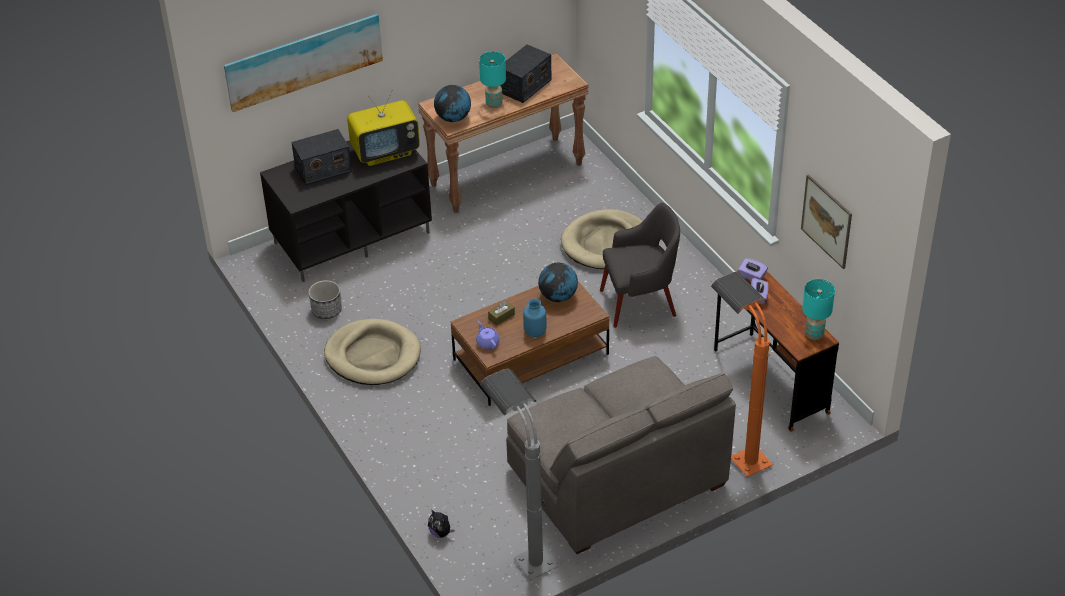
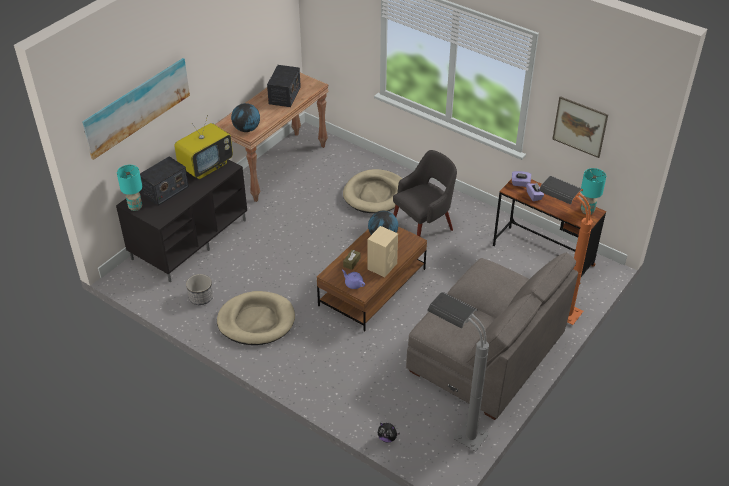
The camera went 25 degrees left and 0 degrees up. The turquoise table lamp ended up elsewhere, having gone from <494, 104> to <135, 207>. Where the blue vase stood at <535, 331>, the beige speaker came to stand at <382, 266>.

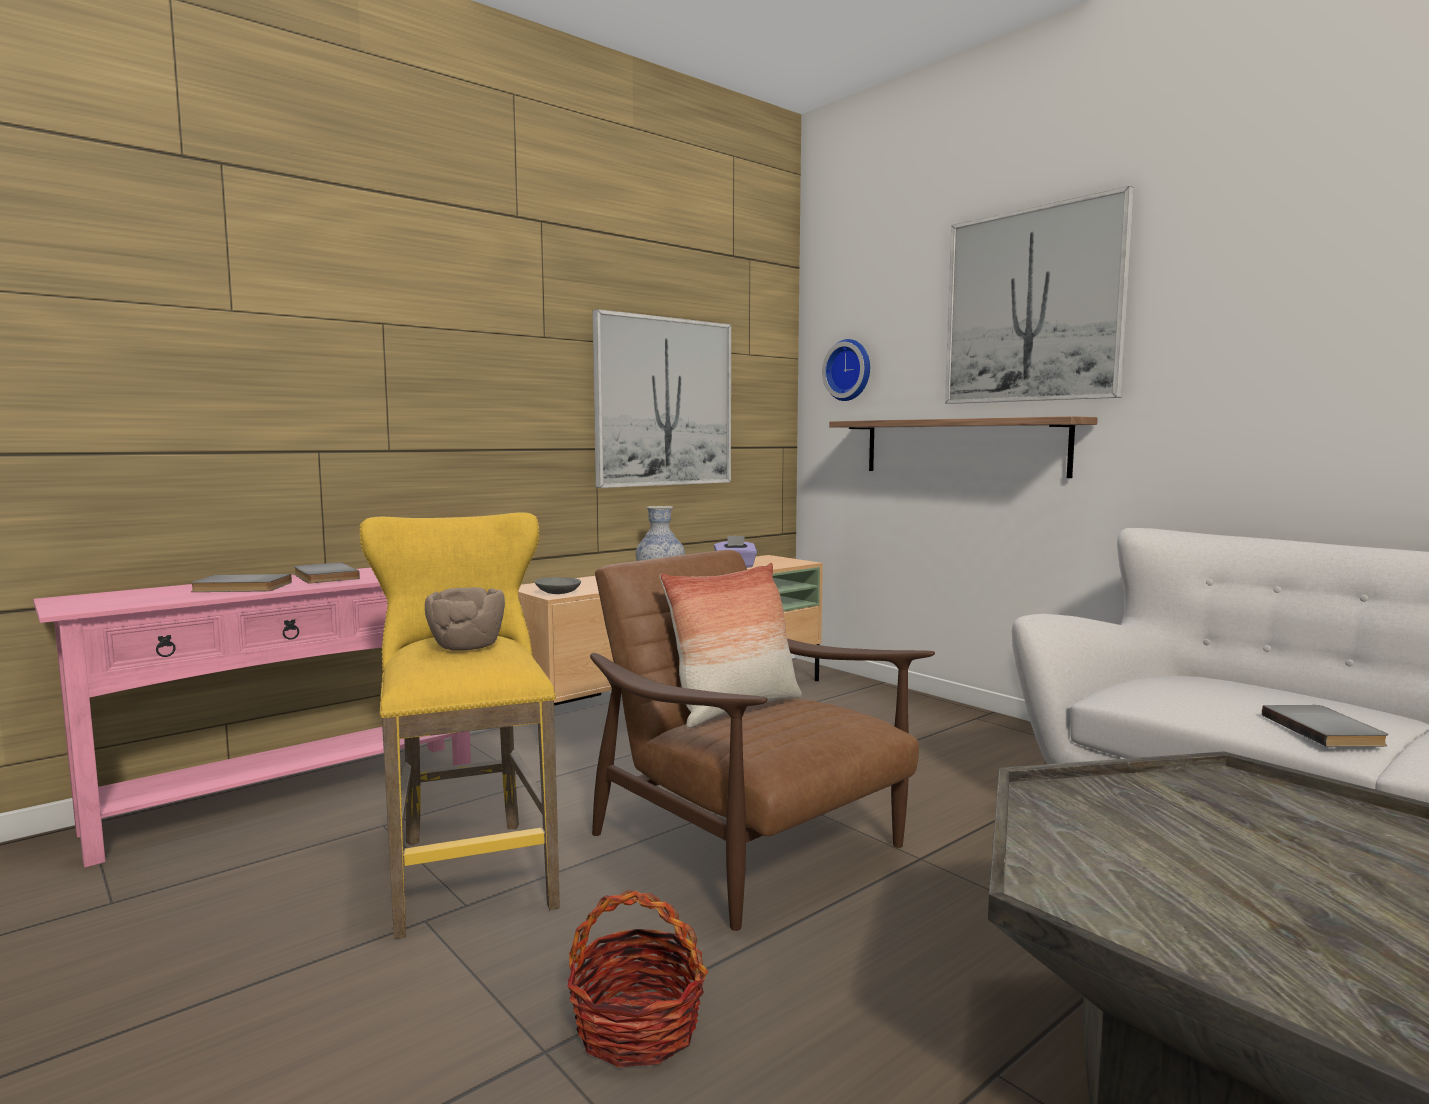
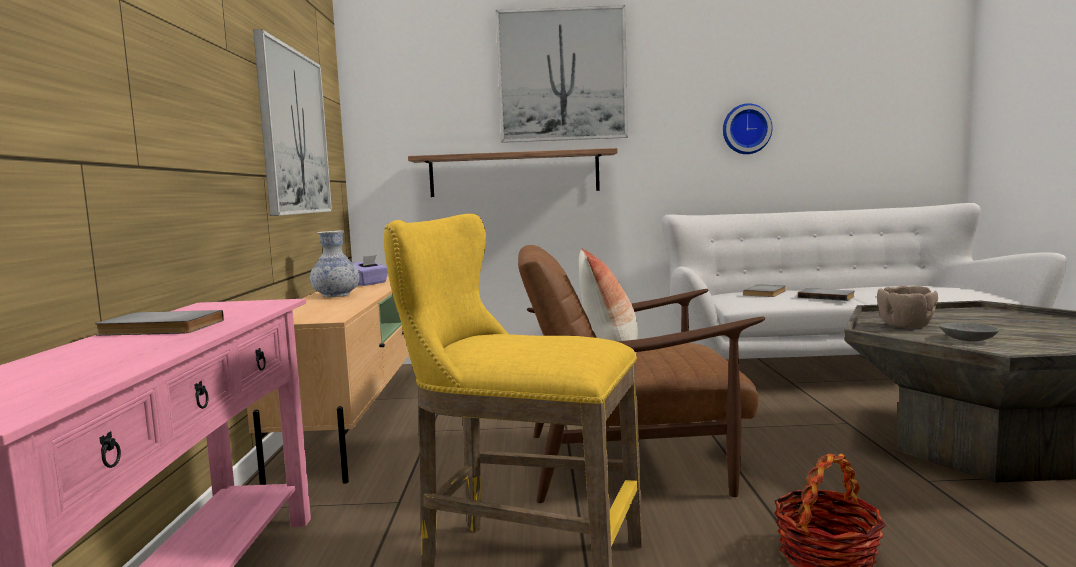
The camera went 50 degrees left and 0 degrees up. The grey book ended up elsewhere, having gone from <241, 587> to <766, 293>. The brown bowl ended up elsewhere, having gone from <467, 646> to <904, 326>. The grey bowl ended up elsewhere, having gone from <558, 592> to <968, 339>. The wall clock ended up elsewhere, having gone from <849, 370> to <746, 129>.

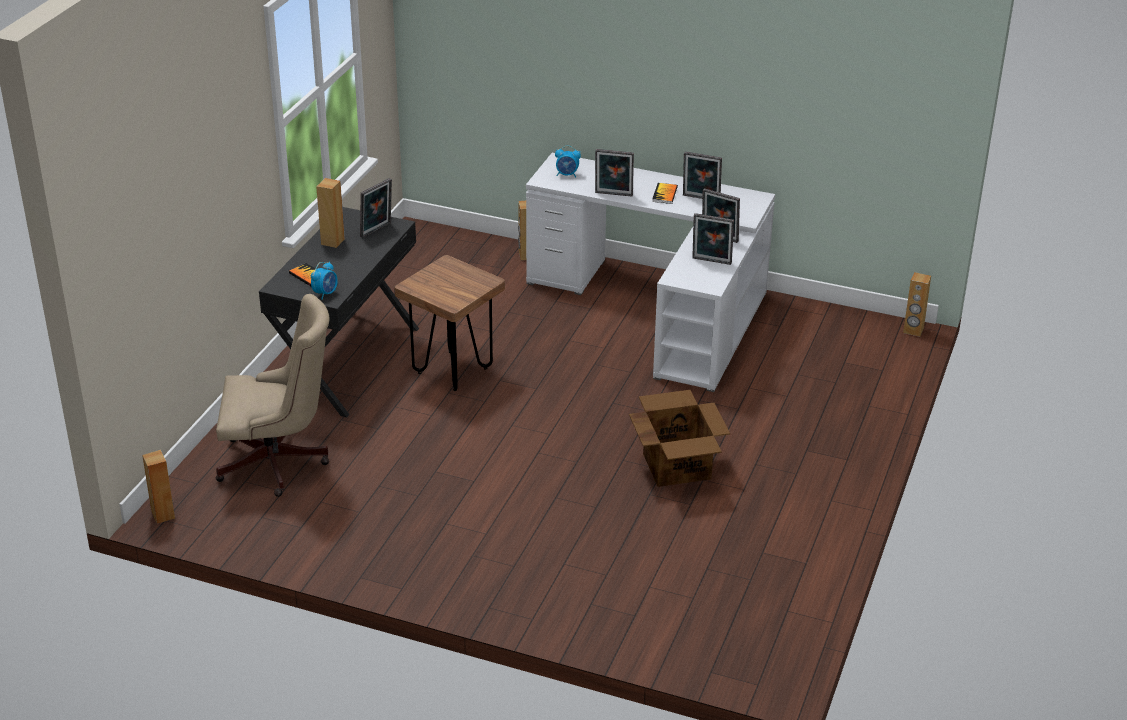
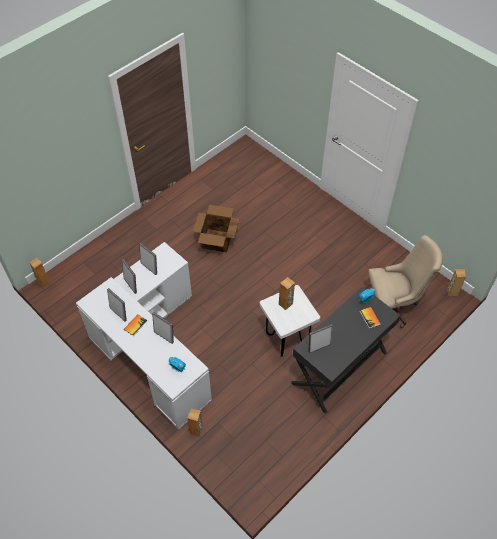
The camera went 155 degrees left and 20 degrees up. The beige office chair at <279, 463> ended up facing another way, 150 degrees clockwise from before. The brown speaker ended up elsewhere, having gone from <332, 241> to <285, 304>. What was the brown stool at <452, 371> turned into the white stool at <287, 339>.

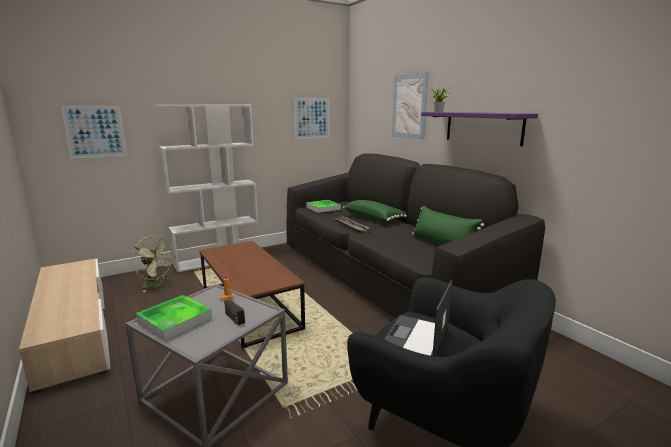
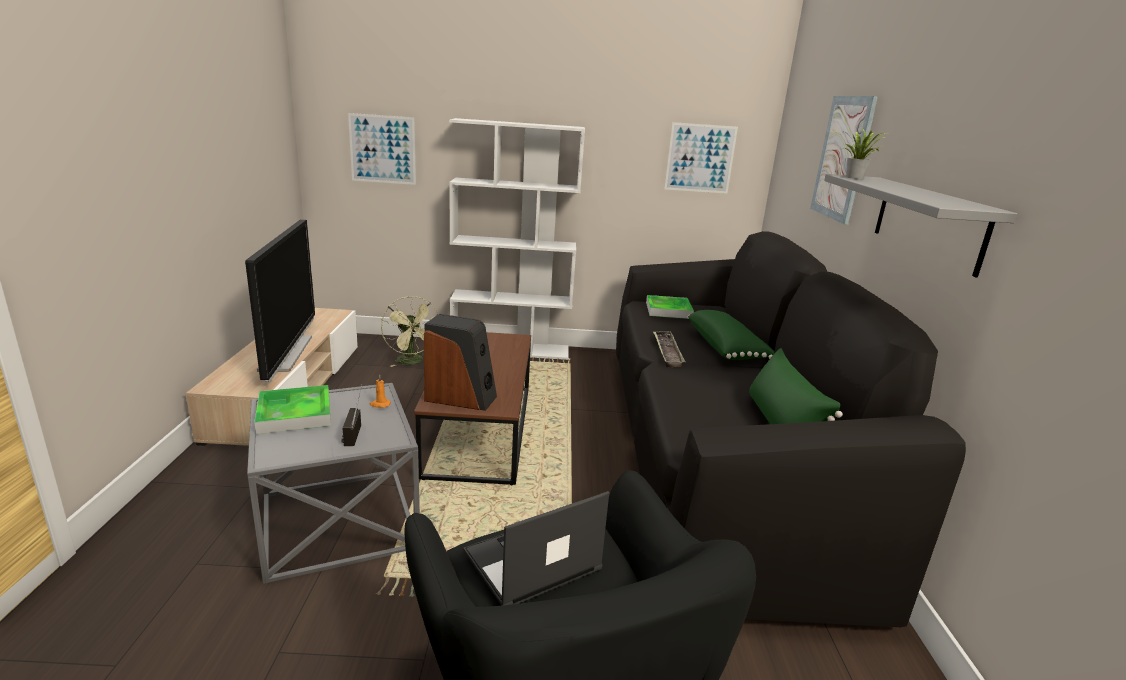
The camera went 30 degrees right and 5 degrees up. What was the purple shelf at <483, 127> turned into the grey shelf at <928, 222>. The second view gained the television at <287, 353>. The second view gained the speaker at <461, 398>.

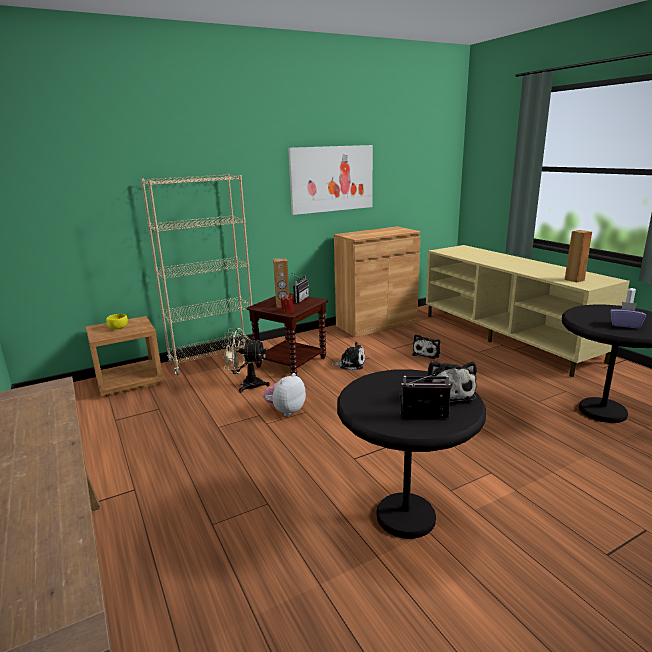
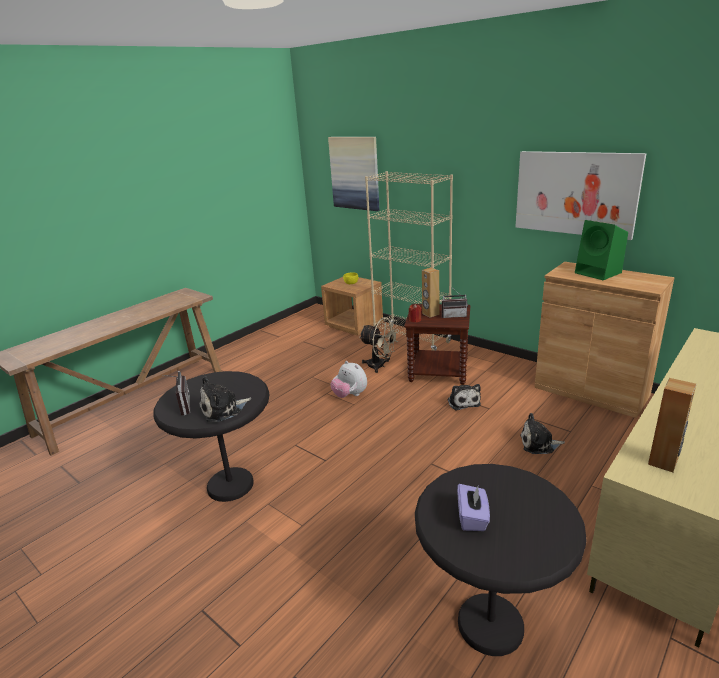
The camera went 70 degrees right and 5 degrees up. The beige fan at <246, 385> ended up facing another way, 135 degrees clockwise from before. The plush toy at <286, 411> ended up facing another way, 150 degrees counterclockwise from before. The second view gained the picture at <355, 173>. The second view gained the green speaker at <599, 273>.

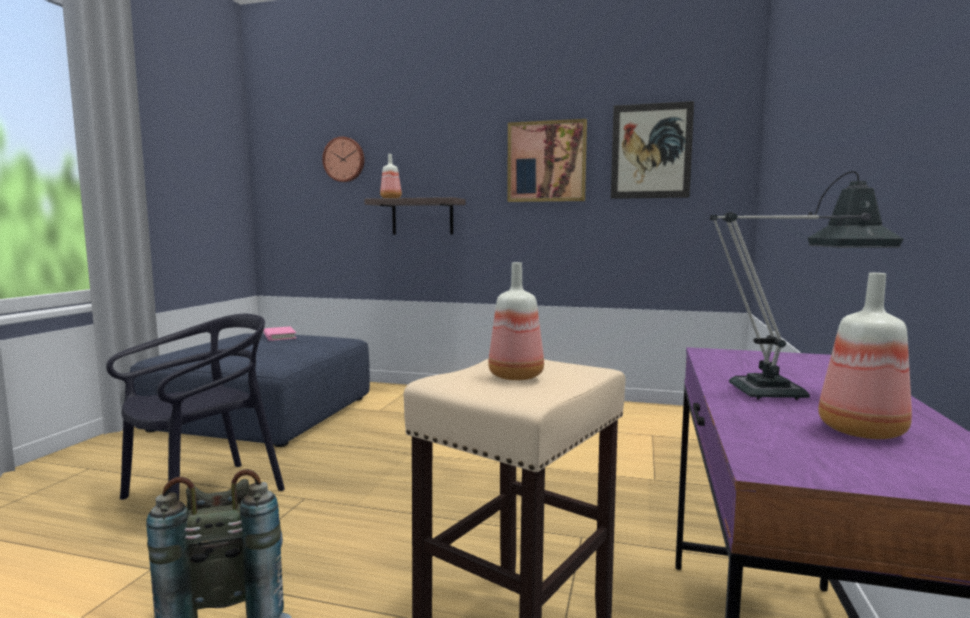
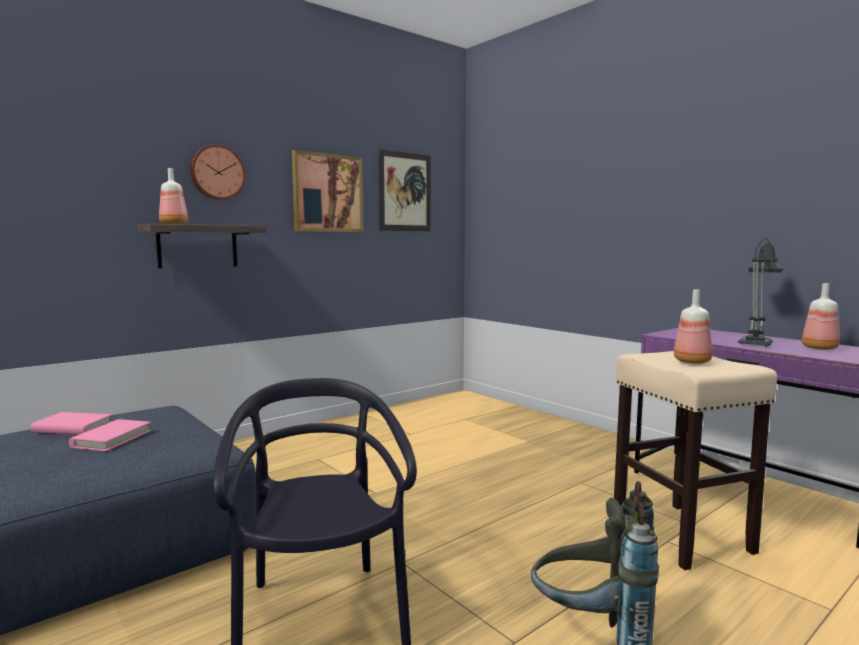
The camera went 55 degrees left and 0 degrees up. The wall clock ended up elsewhere, having gone from <344, 159> to <217, 172>. The second view gained the pink book at <112, 439>.

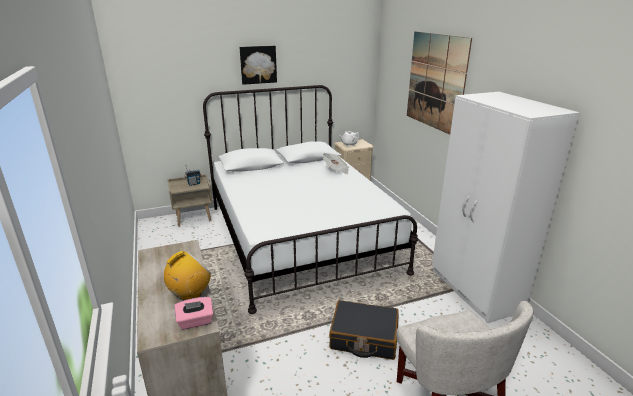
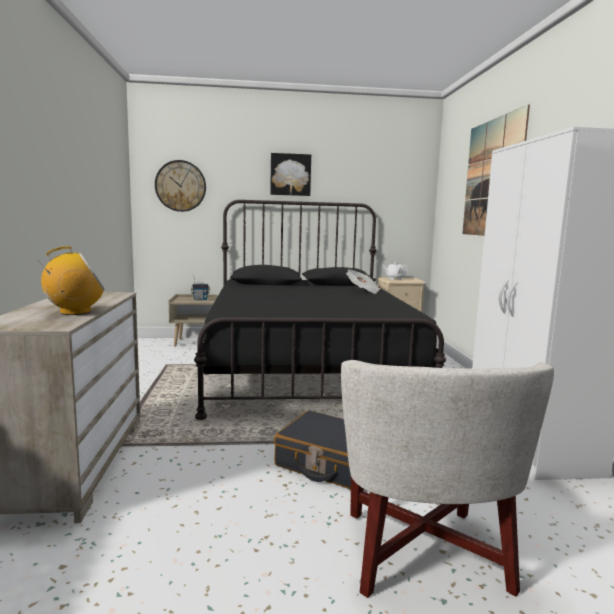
The camera went 15 degrees right and 15 degrees down. The second view lost the pink tissue box at <195, 322>. What was the white bed at <300, 237> turned into the black bed at <306, 368>. The second view gained the wall clock at <180, 186>.

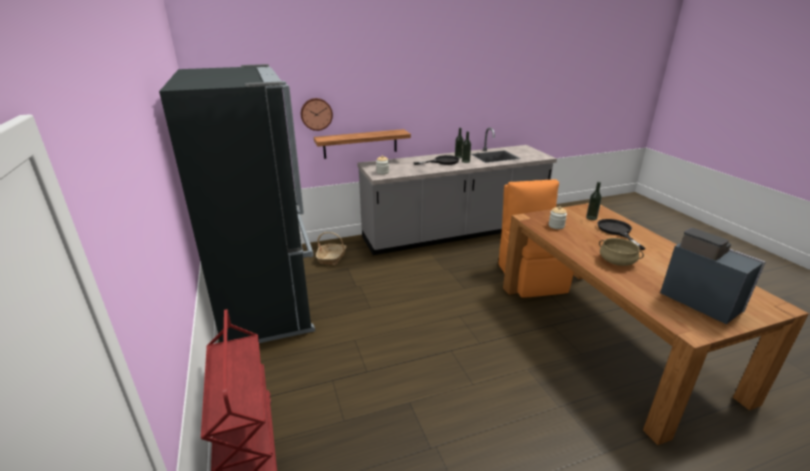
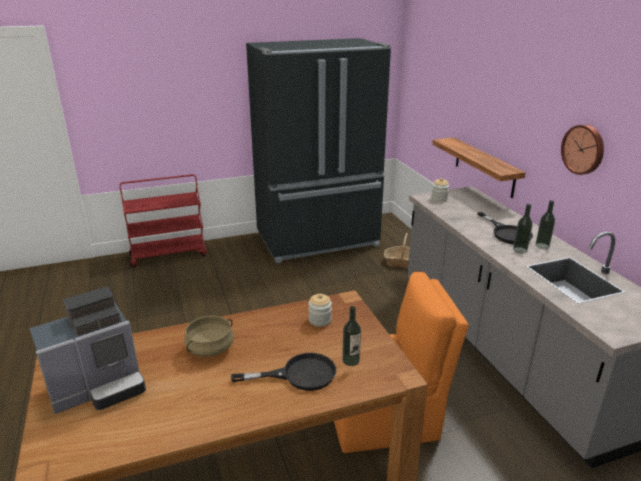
The camera went 90 degrees right and 0 degrees up. The wall clock ended up elsewhere, having gone from <316, 114> to <584, 149>.

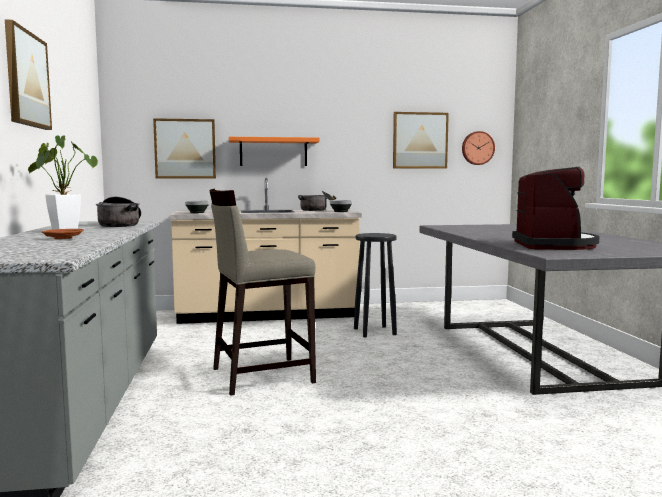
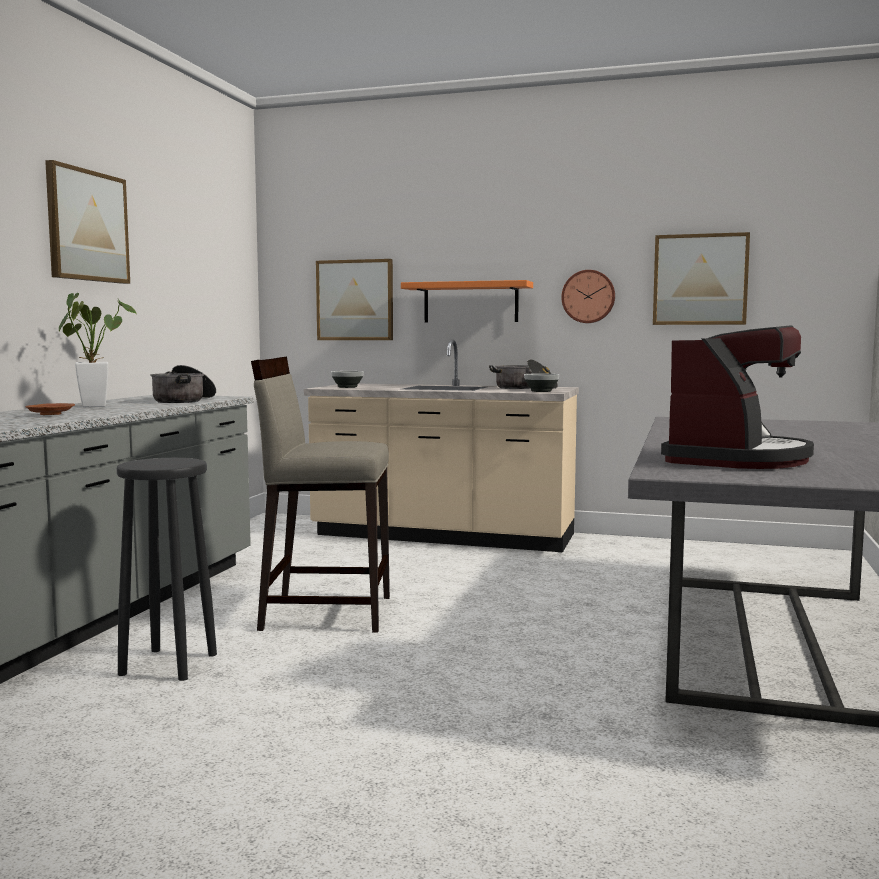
The camera went 25 degrees right and 0 degrees up. The black stool ended up elsewhere, having gone from <374, 331> to <169, 664>. The wall clock ended up elsewhere, having gone from <477, 148> to <588, 296>.

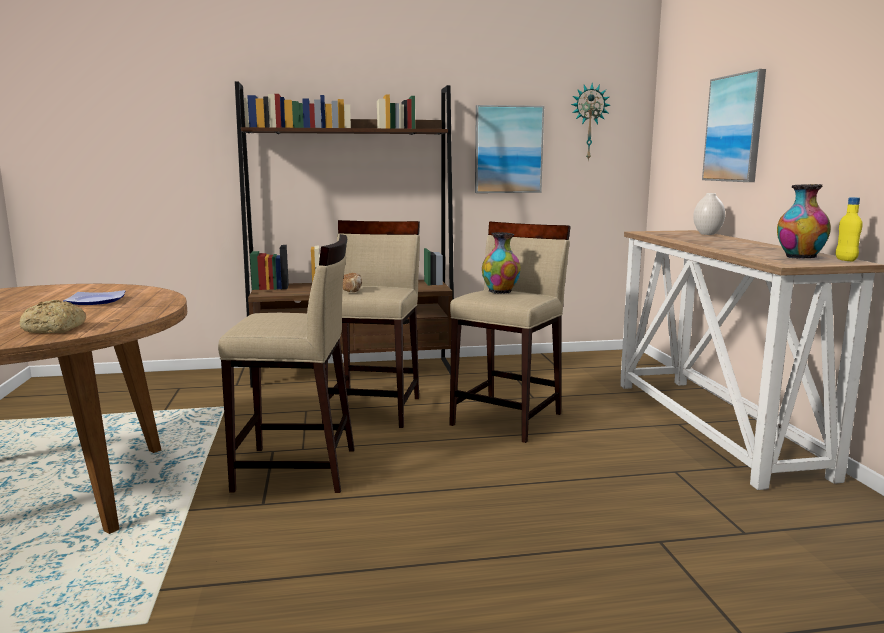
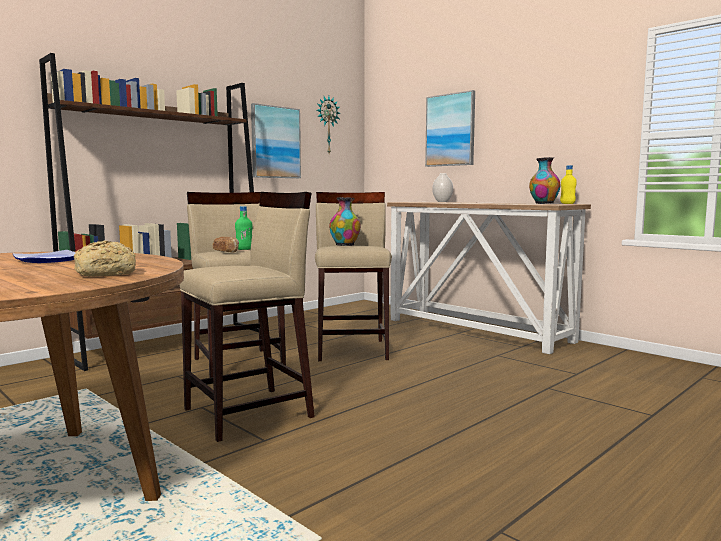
The camera went 35 degrees left and 5 degrees down. The second view gained the green bottle at <244, 249>.

